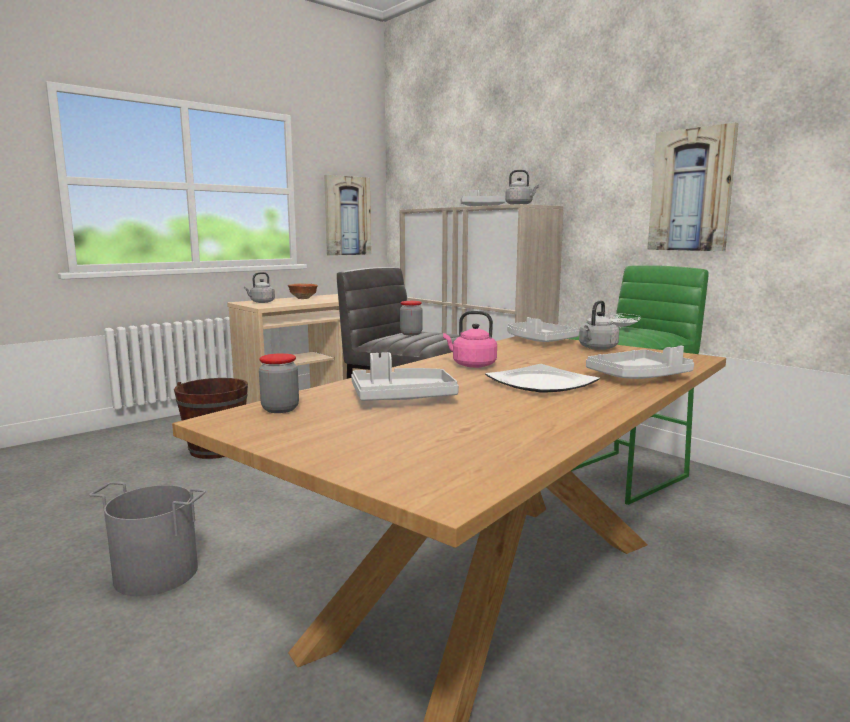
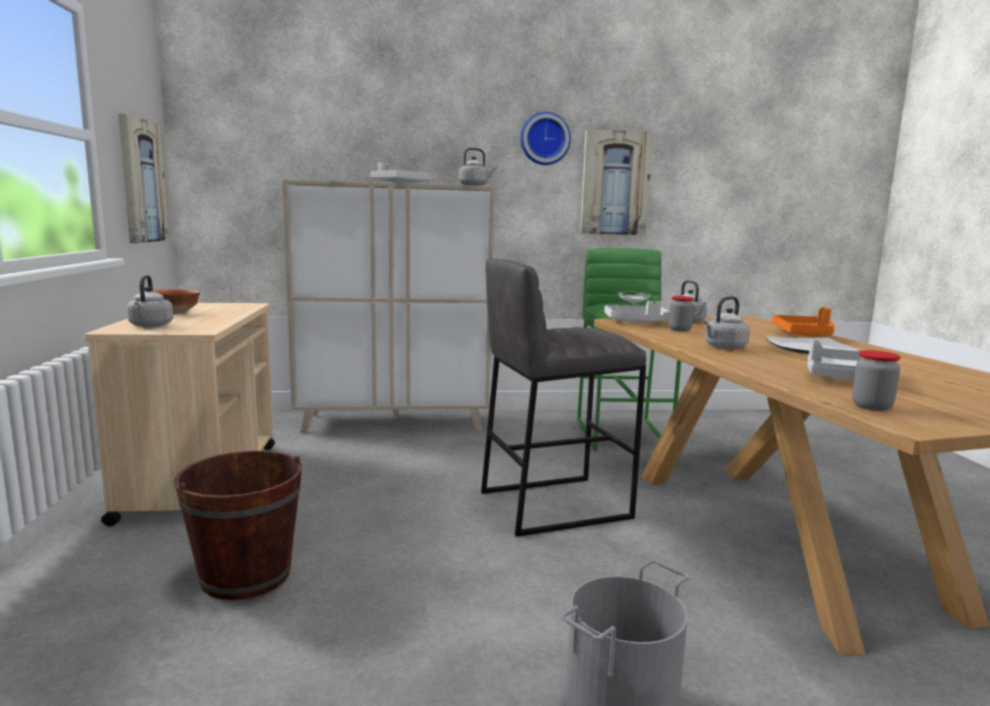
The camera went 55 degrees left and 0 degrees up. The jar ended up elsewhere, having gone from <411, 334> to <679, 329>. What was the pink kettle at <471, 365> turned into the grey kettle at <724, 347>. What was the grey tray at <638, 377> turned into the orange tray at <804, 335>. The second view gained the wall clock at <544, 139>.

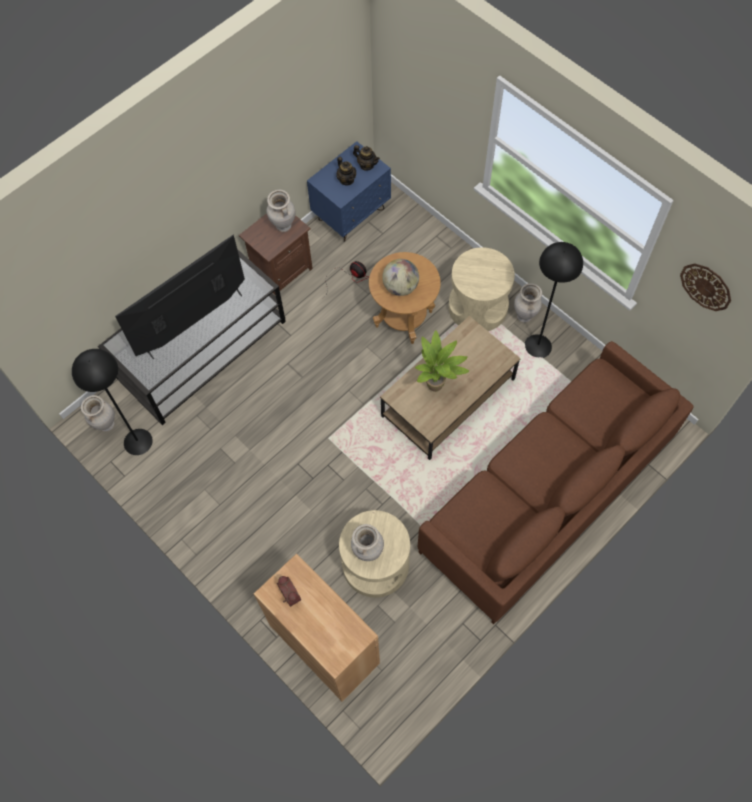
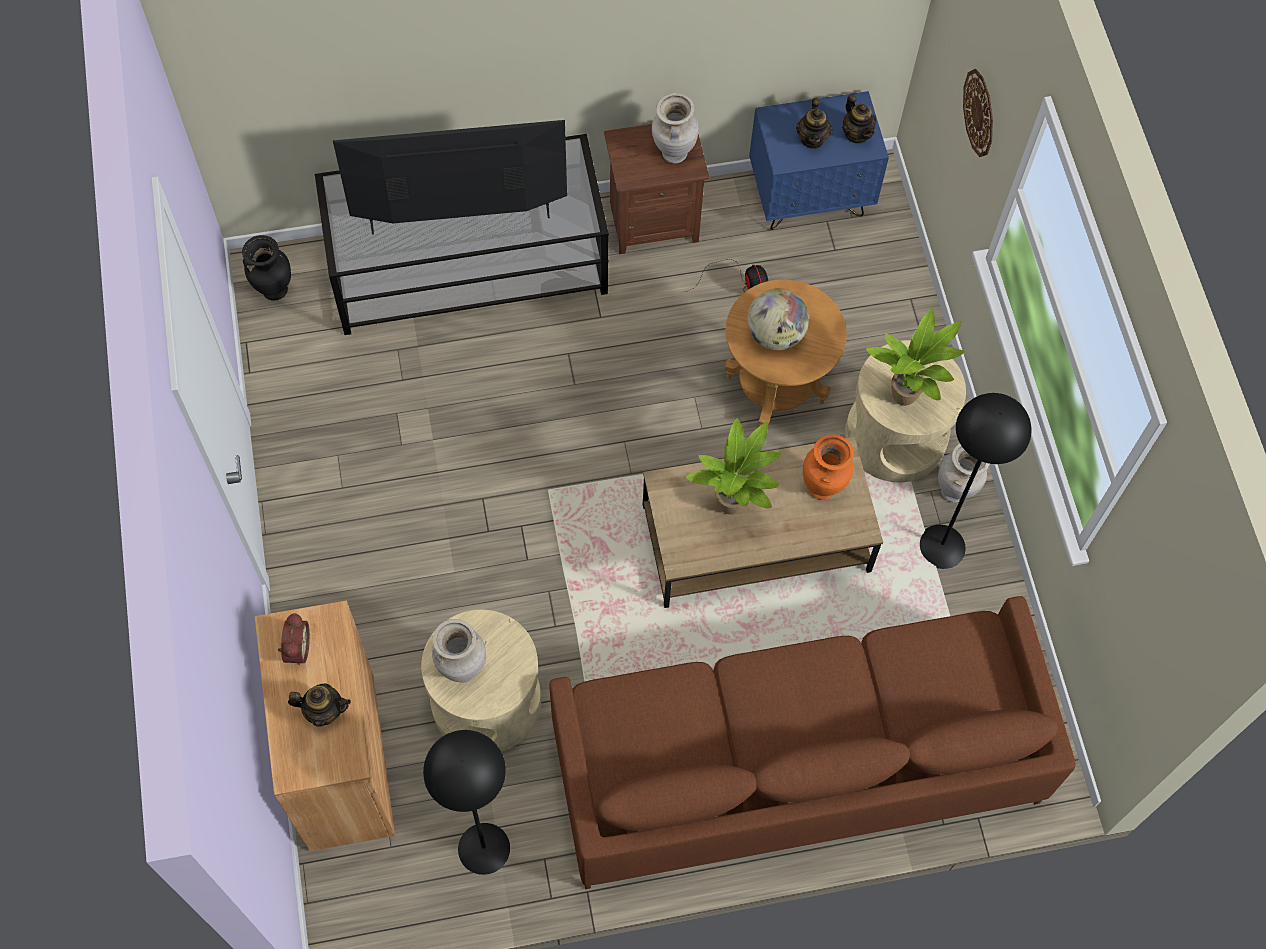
The camera went 30 degrees right and 0 degrees up. The black floor lamp ended up elsewhere, having gone from <137, 442> to <483, 848>. What was the beige vase at <106, 424> turned into the black vase at <274, 290>. The wall clock ended up elsewhere, having gone from <706, 286> to <979, 113>. The second view gained the teapot at <324, 711>. The second view gained the orange vase at <822, 488>. The second view gained the potted plant at <906, 400>.

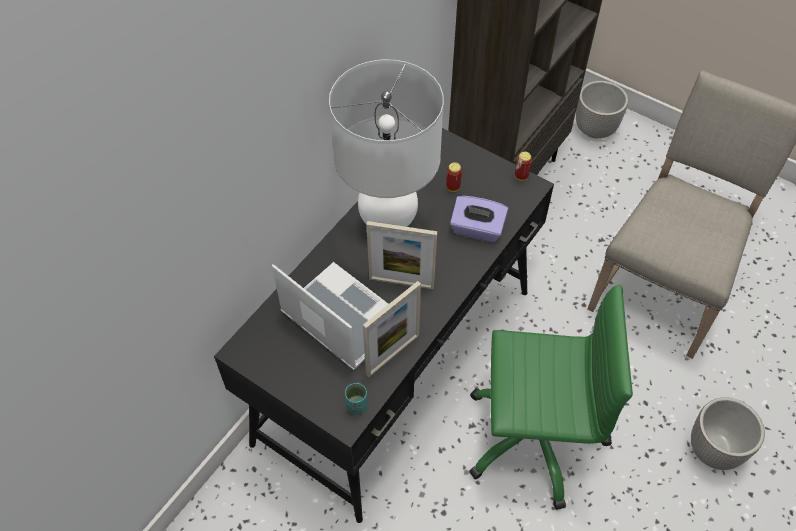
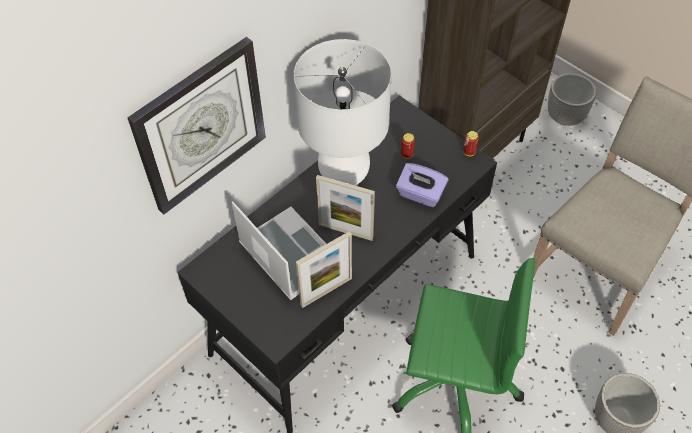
The camera went 10 degrees right and 0 degrees up. The second view lost the turquoise cup at <356, 406>. The second view gained the wall clock at <200, 126>.

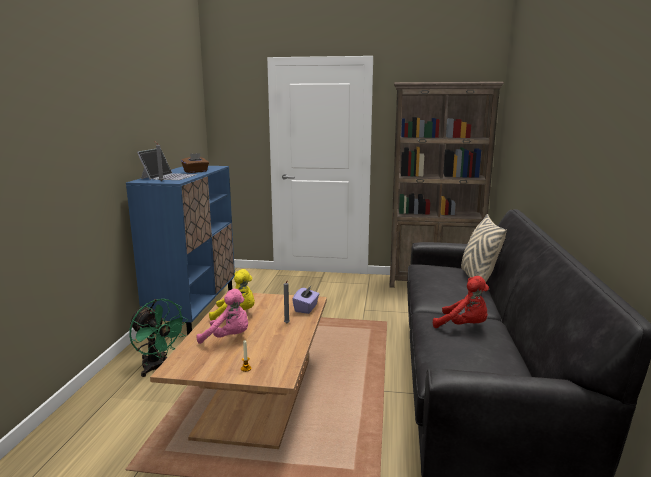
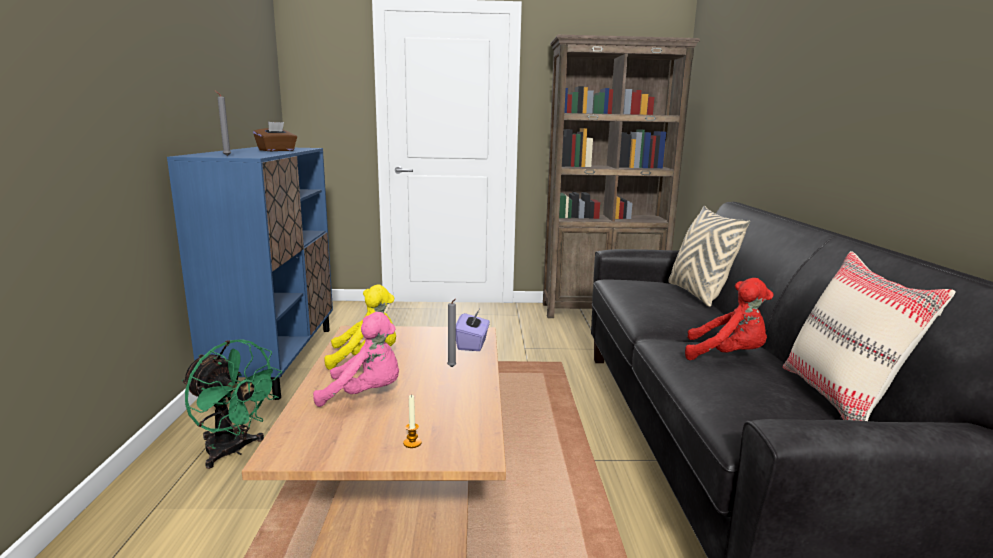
The camera went 10 degrees left and 0 degrees up. The second view lost the laptop at <169, 176>. The second view gained the beige pillow at <840, 400>.

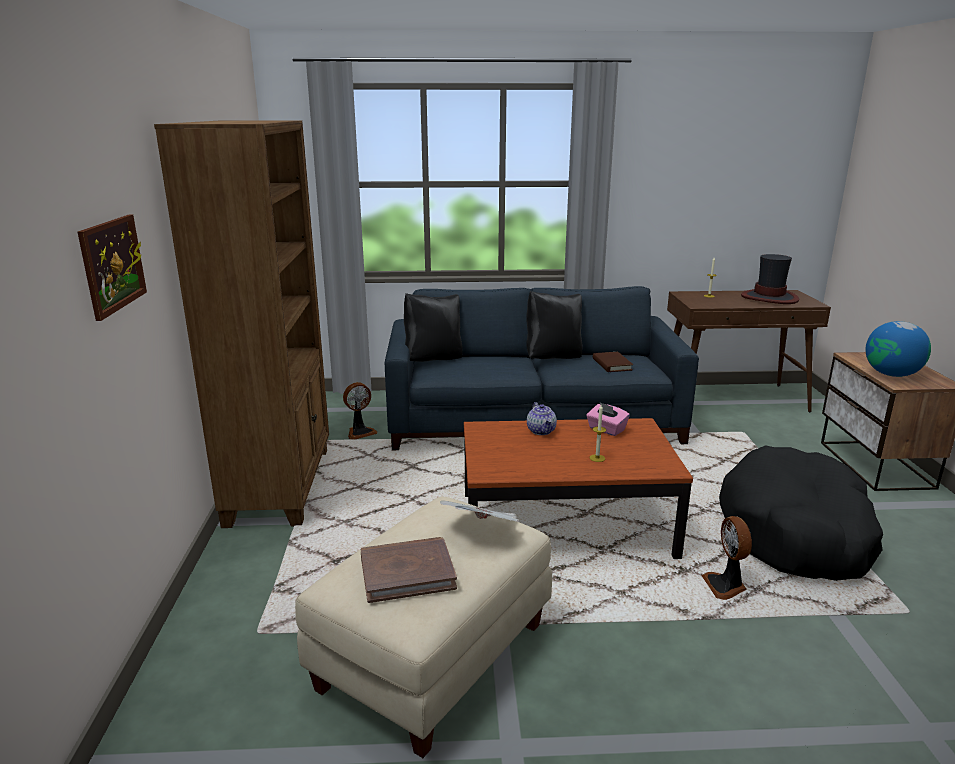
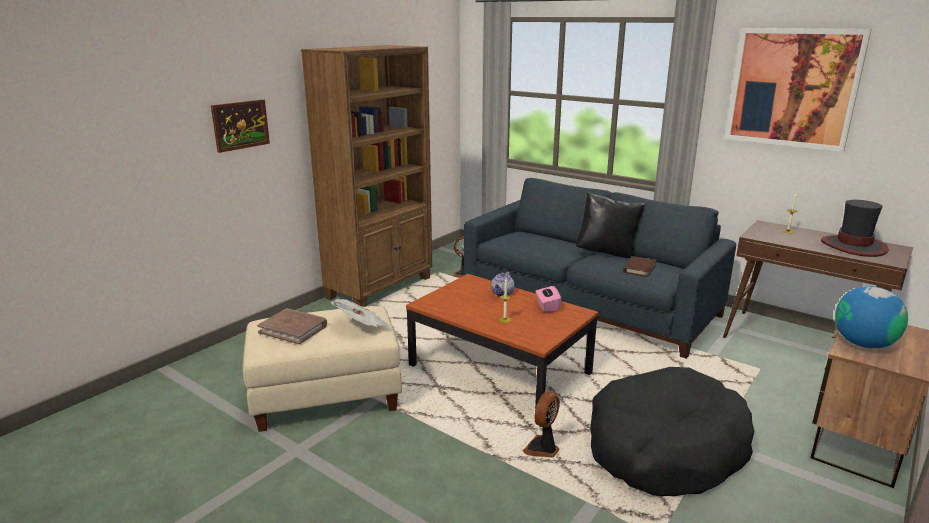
The camera went 40 degrees right and 0 degrees up. The second view lost the black pillow at <433, 360>. The second view gained the picture at <792, 88>.

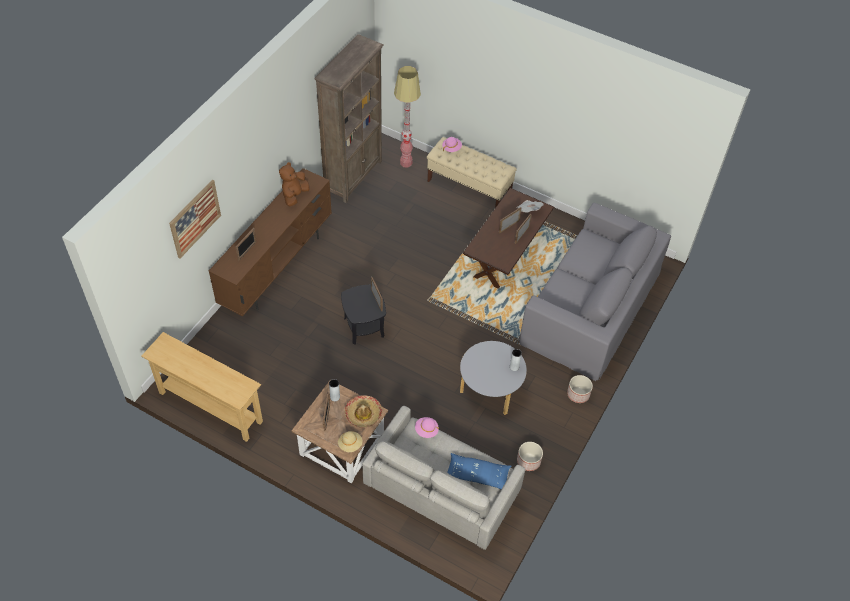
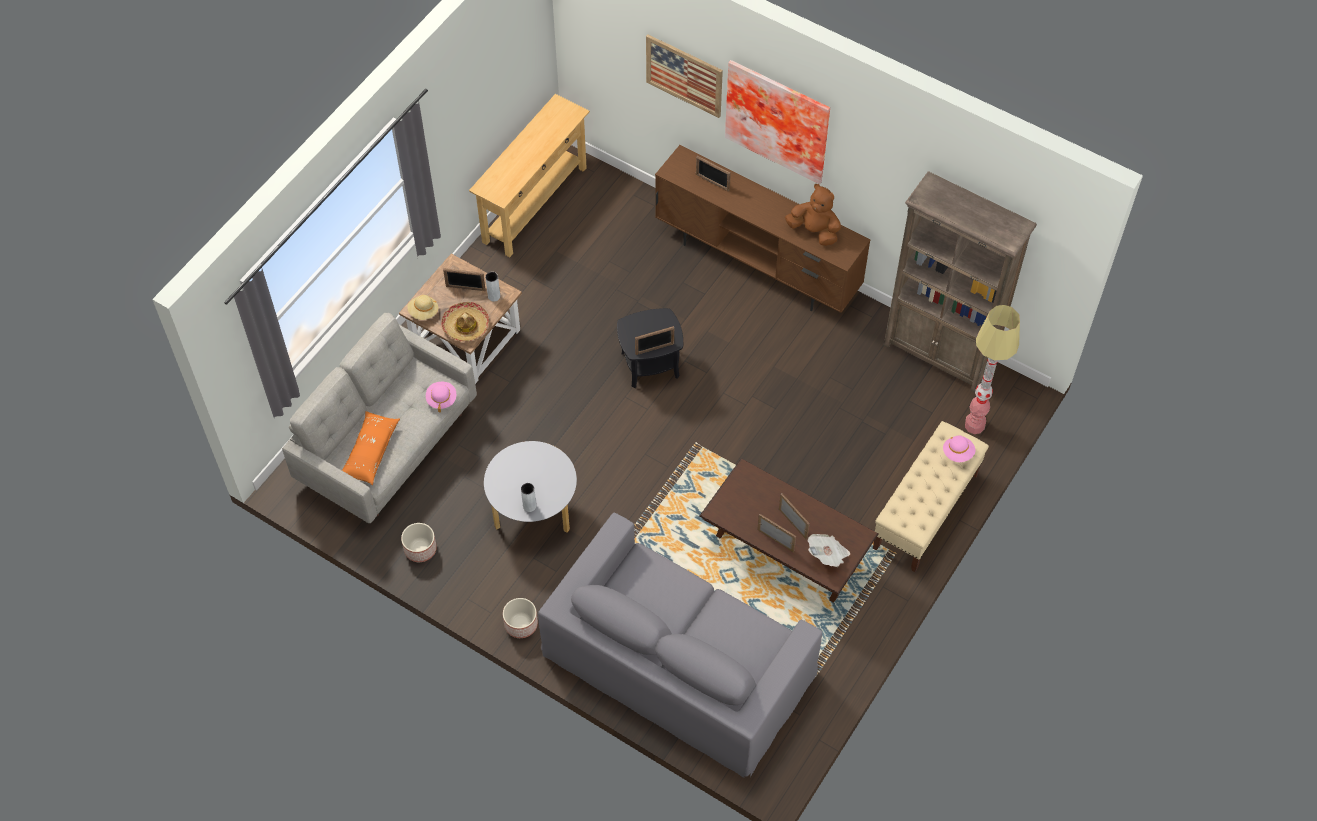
The camera went 95 degrees right and 5 degrees up. What was the blue pillow at <477, 475> turned into the orange pillow at <370, 452>. The second view gained the picture at <779, 119>.

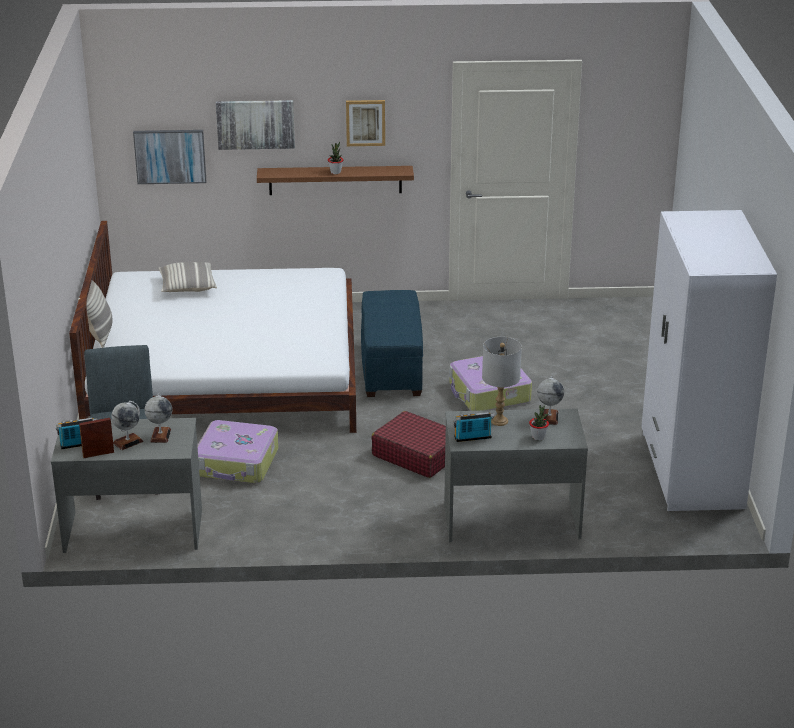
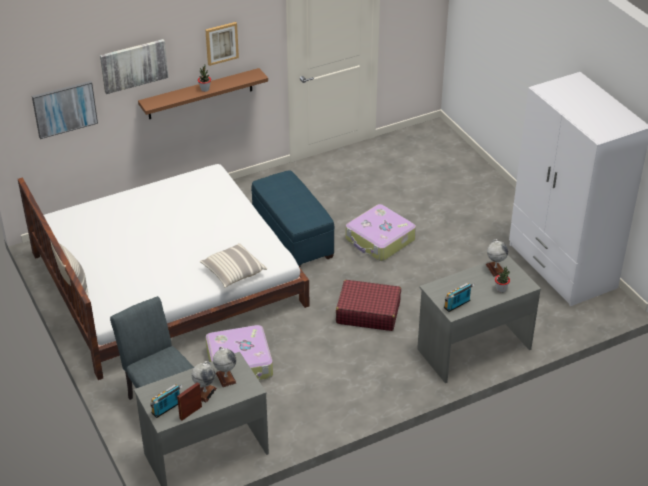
The camera went 25 degrees left and 10 degrees up. The pillow ended up elsewhere, having gone from <187, 287> to <233, 272>. The second view lost the grey table lamp at <499, 421>.

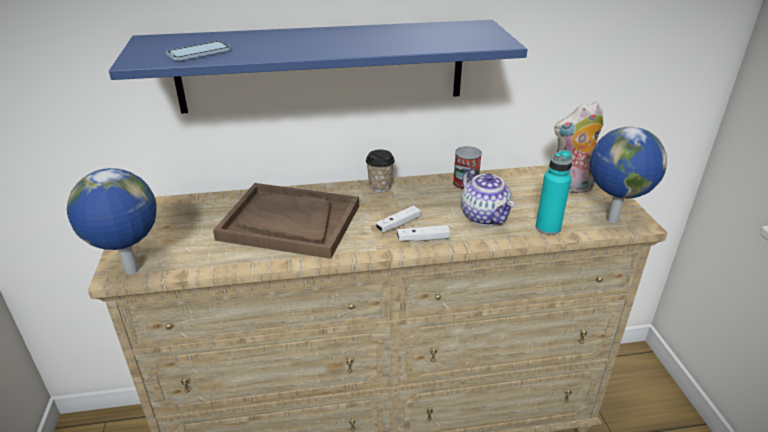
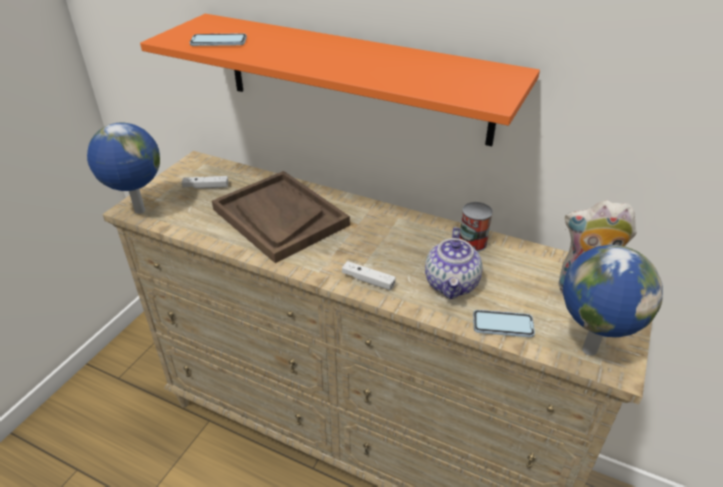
The camera went 35 degrees right and 5 degrees up. What was the blue shelf at <322, 66> turned into the orange shelf at <354, 78>. The second view lost the cup at <380, 186>. The white game controller ended up elsewhere, having gone from <398, 224> to <206, 187>. Where the turquoise bottle stood at <548, 228>, the phone came to stand at <502, 325>.

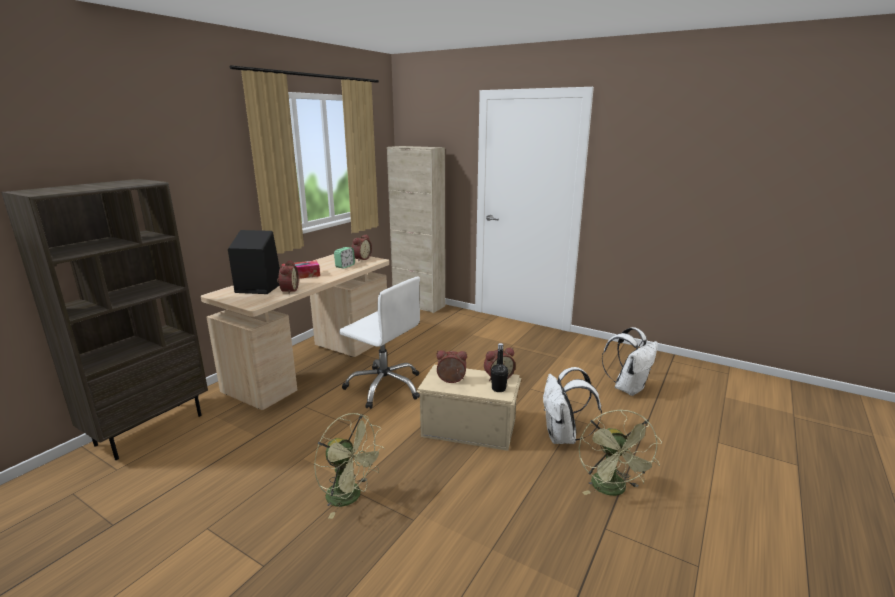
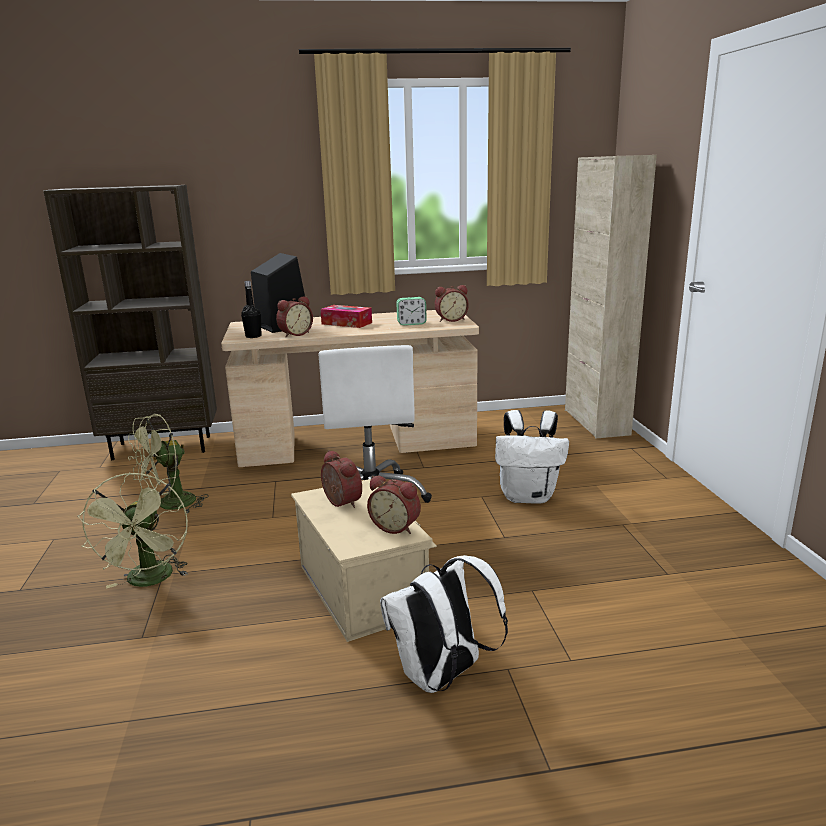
The camera went 50 degrees right and 0 degrees up. The black bottle ended up elsewhere, having gone from <498, 389> to <253, 336>. The green fan ended up elsewhere, having gone from <612, 490> to <170, 505>. The white backpack ended up elsewhere, having gone from <628, 388> to <528, 496>.

